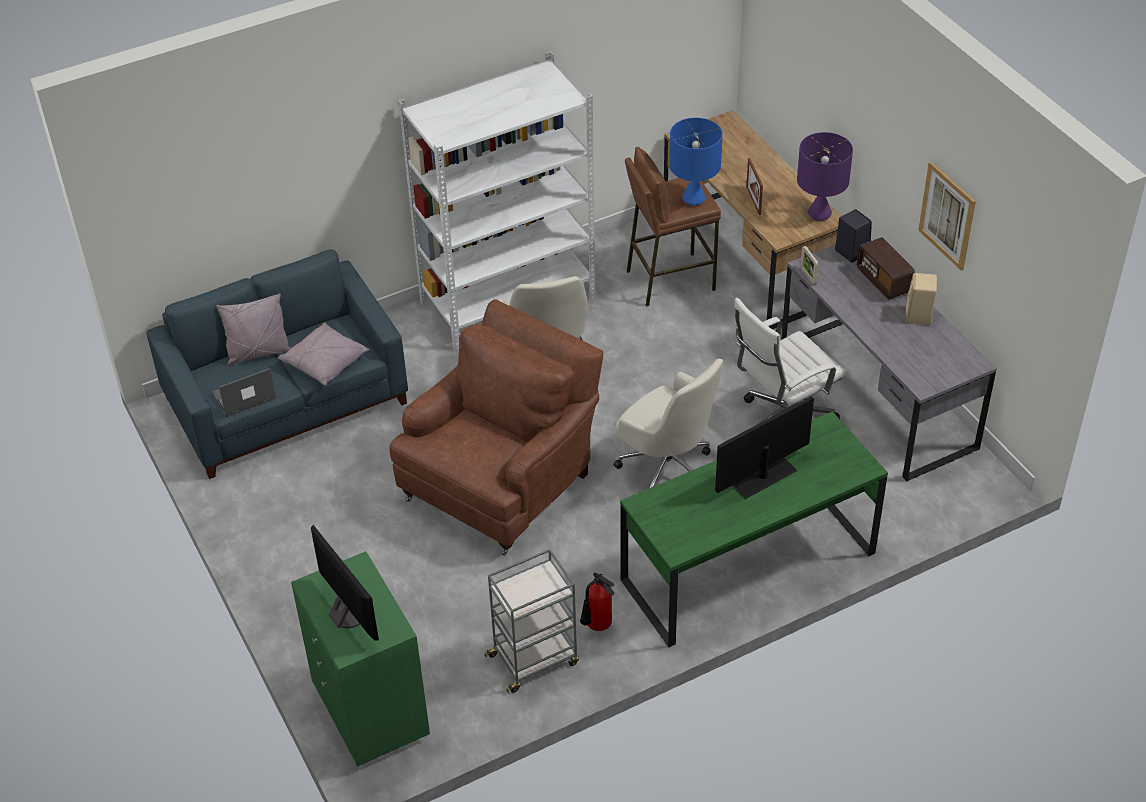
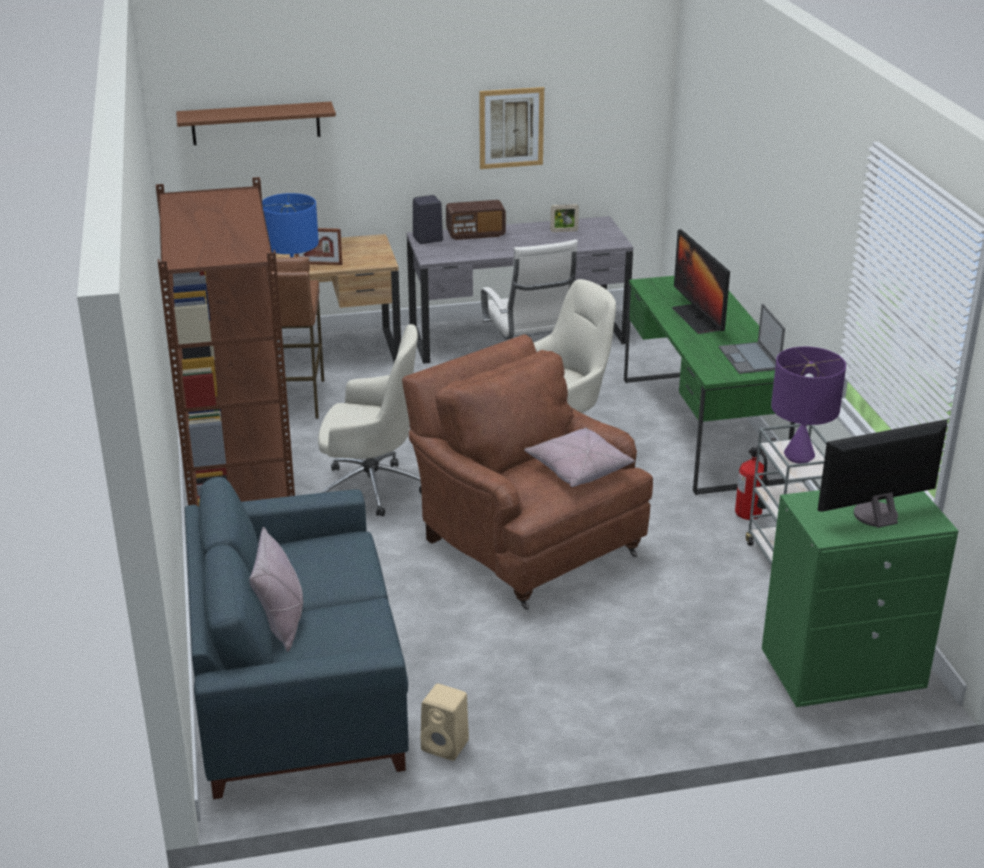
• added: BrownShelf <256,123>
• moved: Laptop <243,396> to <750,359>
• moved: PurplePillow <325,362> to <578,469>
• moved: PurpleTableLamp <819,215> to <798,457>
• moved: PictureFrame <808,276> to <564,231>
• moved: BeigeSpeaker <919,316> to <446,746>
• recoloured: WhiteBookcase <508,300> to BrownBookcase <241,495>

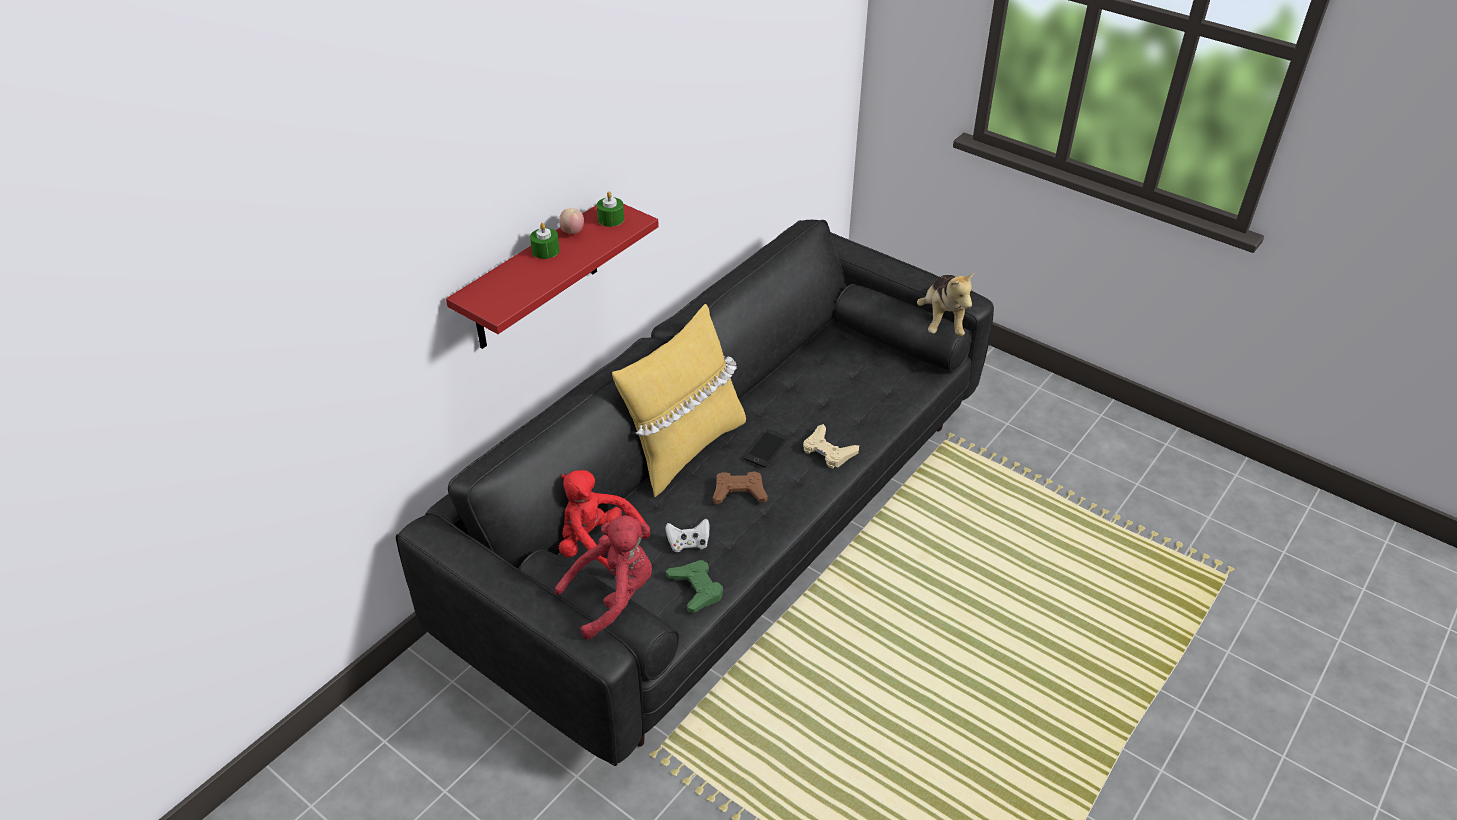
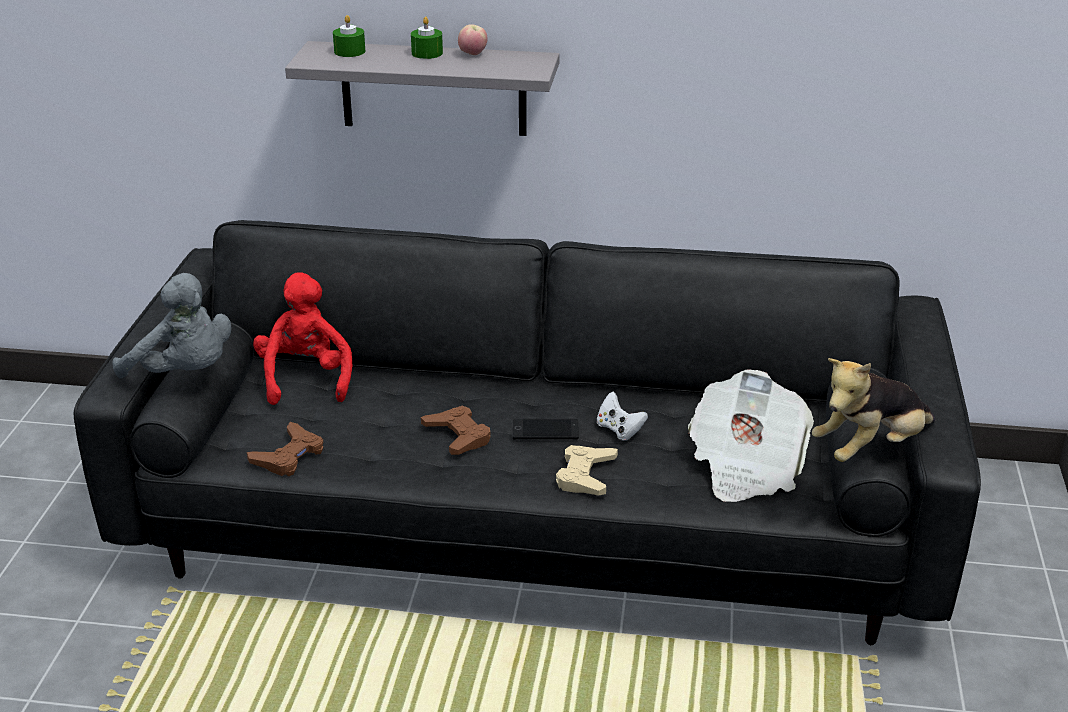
• removed: YellowPillow <684,448>
• added: Newspaper <745,465>
• moved: GreenCandle <611,219> to <349,51>
• moved: WhiteGameController <688,544> to <619,430>
• recoloured: RedShelf <536,276> to GreyShelf <433,88>
• recoloured: RedPlushToy <613,596> to GreyPlushToy <184,373>
• recoloured: GreenGameController <696,589> to BrownGameController <289,456>

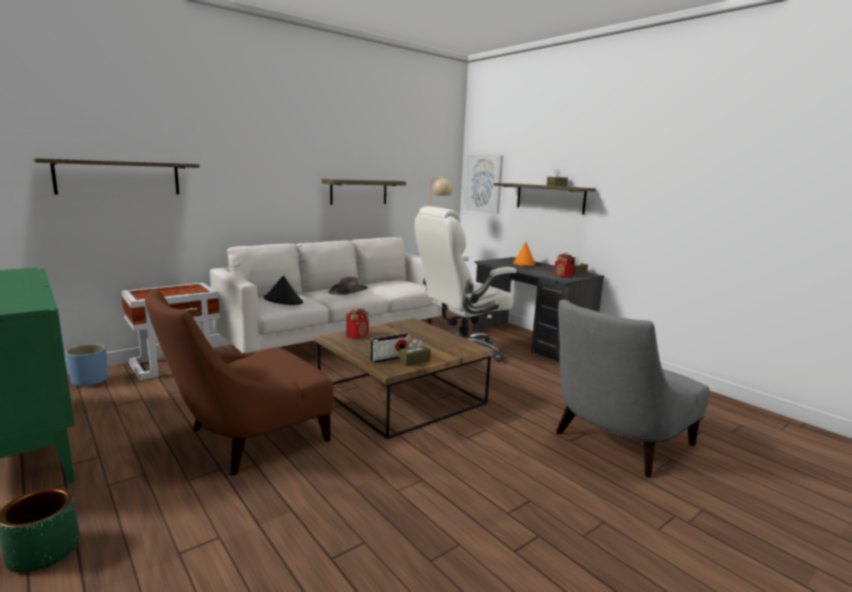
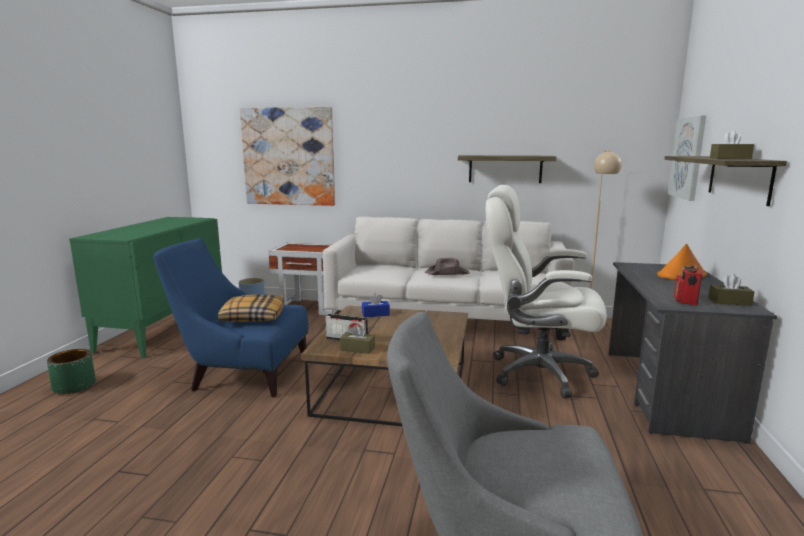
• removed: BlackHat <283,300>
• added: Pillow <252,317>
• replaced: Shelf <119,177> to Picture <288,157>
• replaced: Radio <357,336> to BlueTissueBox <375,314>
• recoloured: BrownArmchair <247,439> to BlueArmchair <241,372>

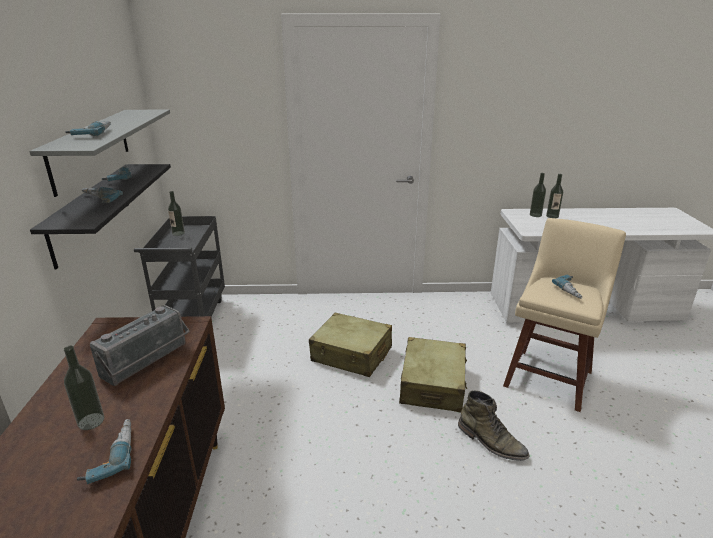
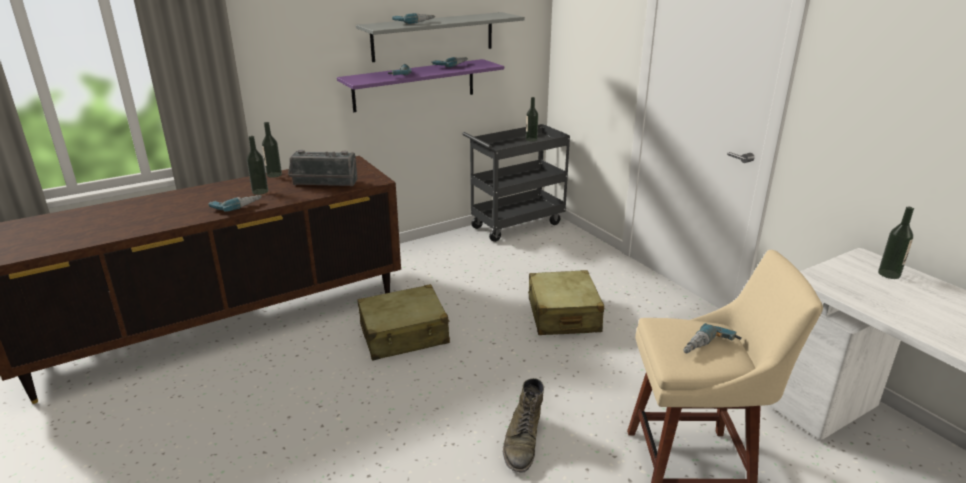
• moved: BeigeSuitcase <432,384> to <404,334>
• moved: Bottle <552,216> to <274,175>
• recoloured: BlackShelf <91,212> to PurpleShelf <414,85>

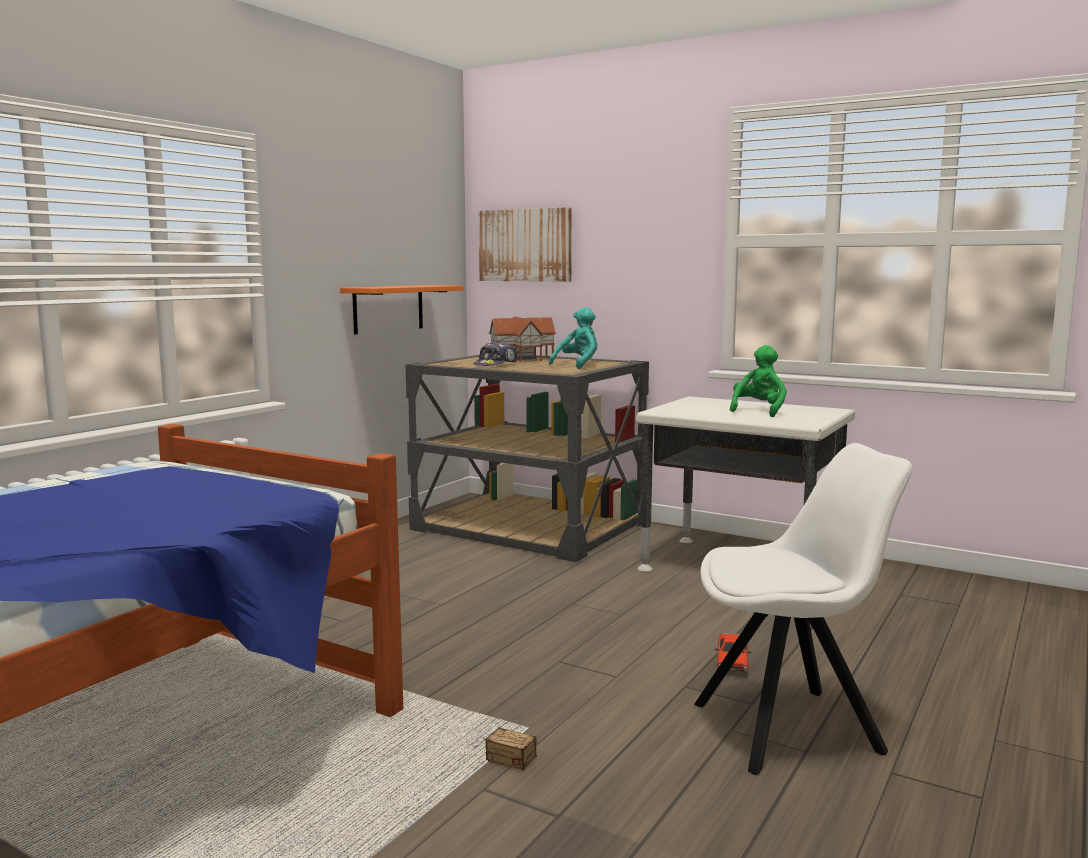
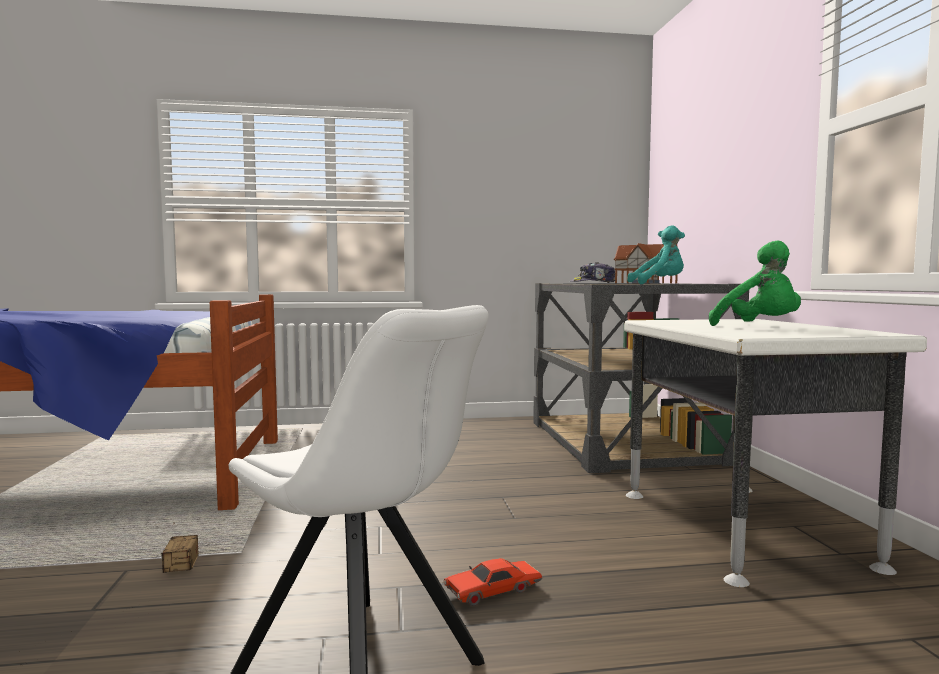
• removed: OrangeShelf <388,308>
• removed: Picture <525,245>
• turned: GreenPlushToy <758,411> = <760,327> 75 degrees clockwise

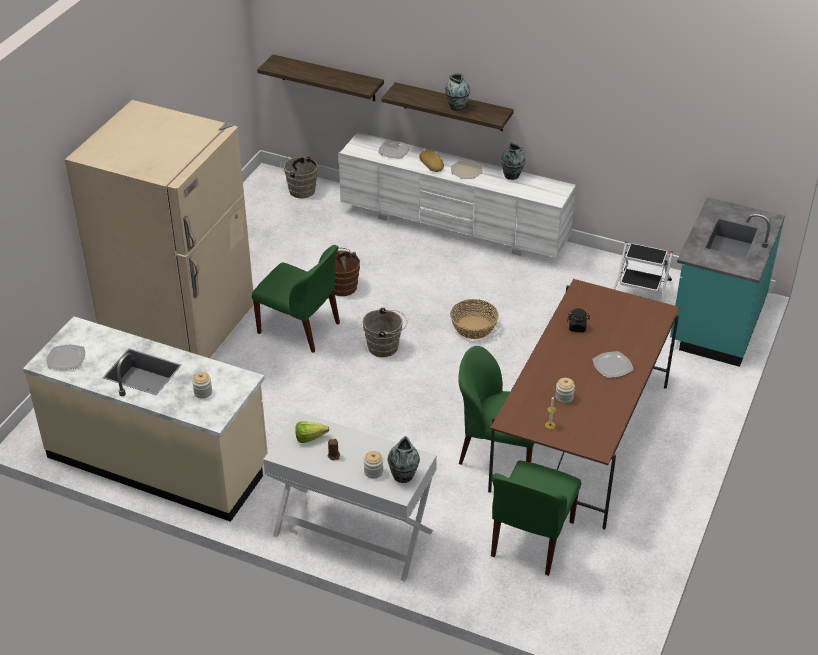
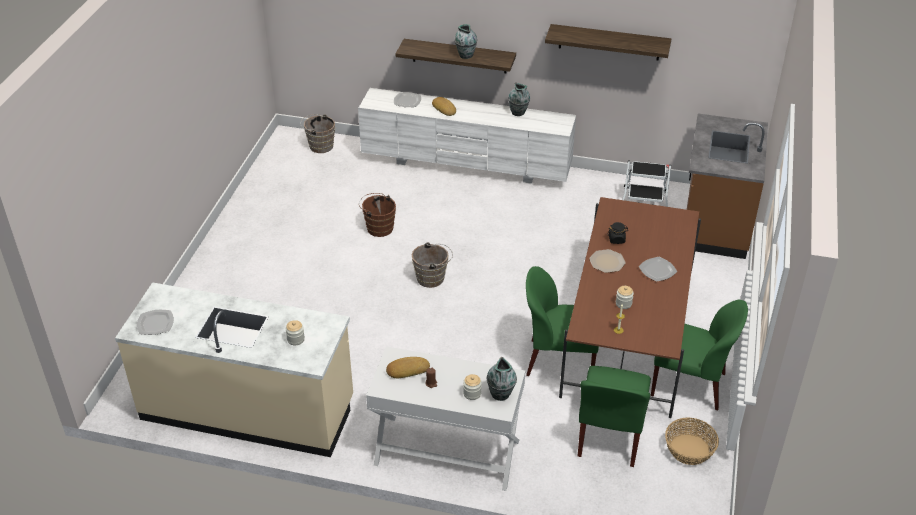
• removed: BeigeFridge <179,322>
• moved: GreenChair <300,329> to <690,385>
• moved: Shelf <327,78> to <609,42>
• moved: Basket <474,327> to <689,449>
• moved: Plate <466,170> to <607,261>
• replaced: Lettuce <313,438> to Bread <407,369>
• recoloured: TurquoiseCounter <715,323> to BrownCounter <714,223>

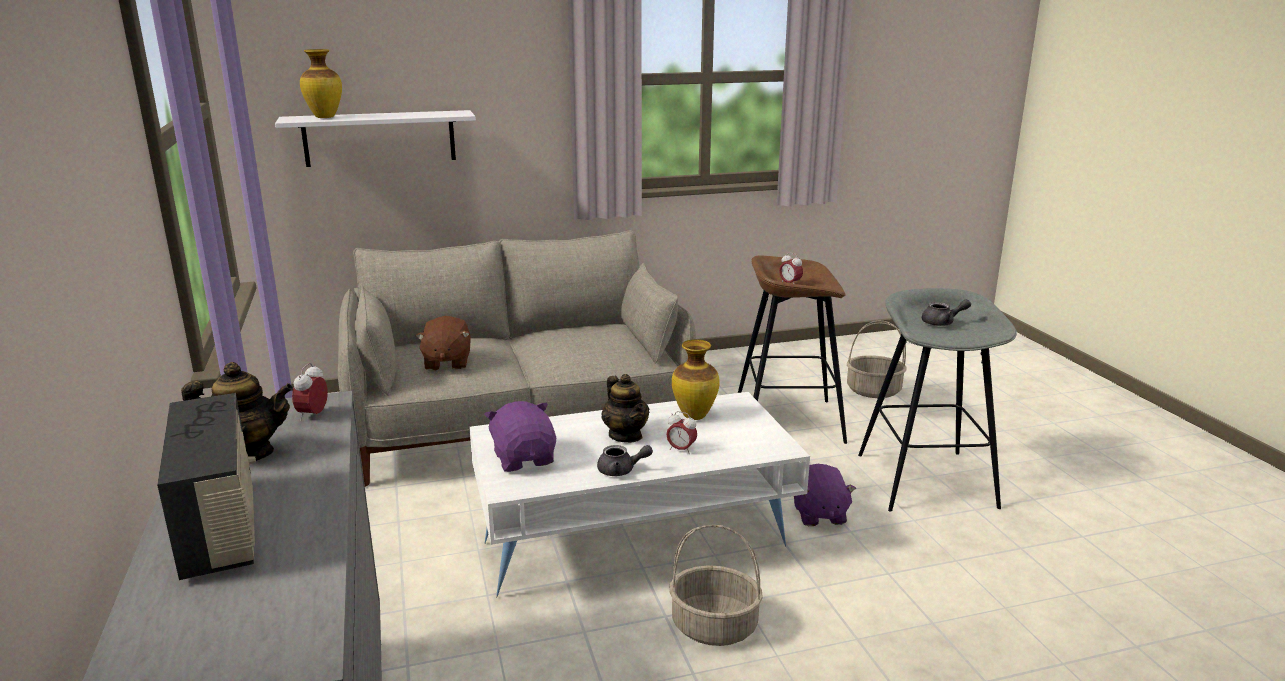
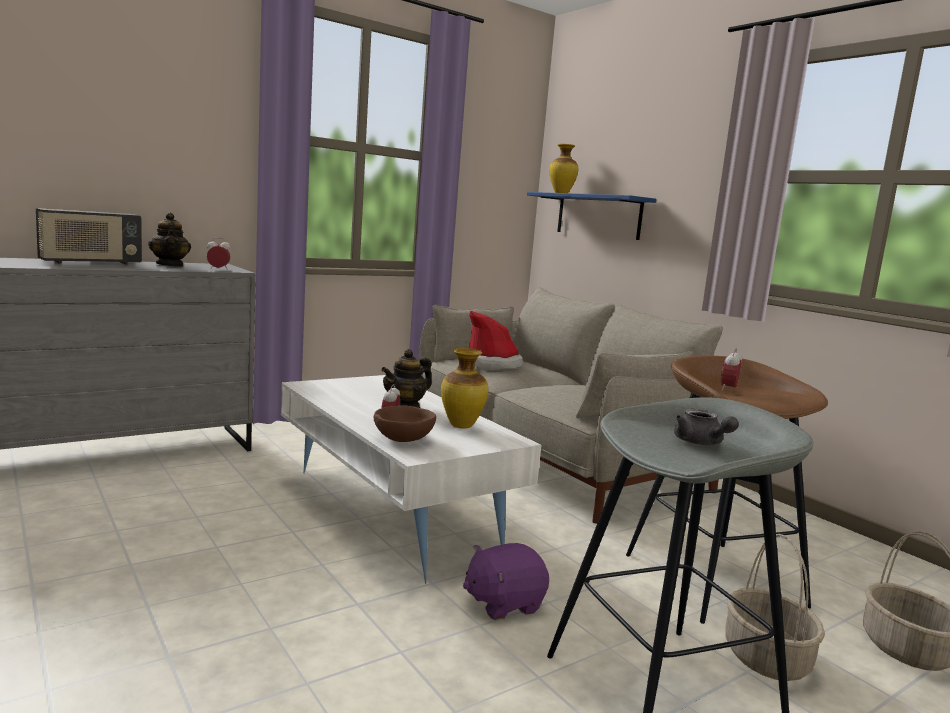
• removed: PurplePlushToy <524,459>
• removed: GreyTeapot <621,471>
• added: BrownBowl <404,439>
• moved: Basket <713,627> to <765,657>
• replaced: BrownPlushToy <446,362> to Hat <492,364>
• recoloured: WhiteShelf <379,138> to BlueShelf <598,216>

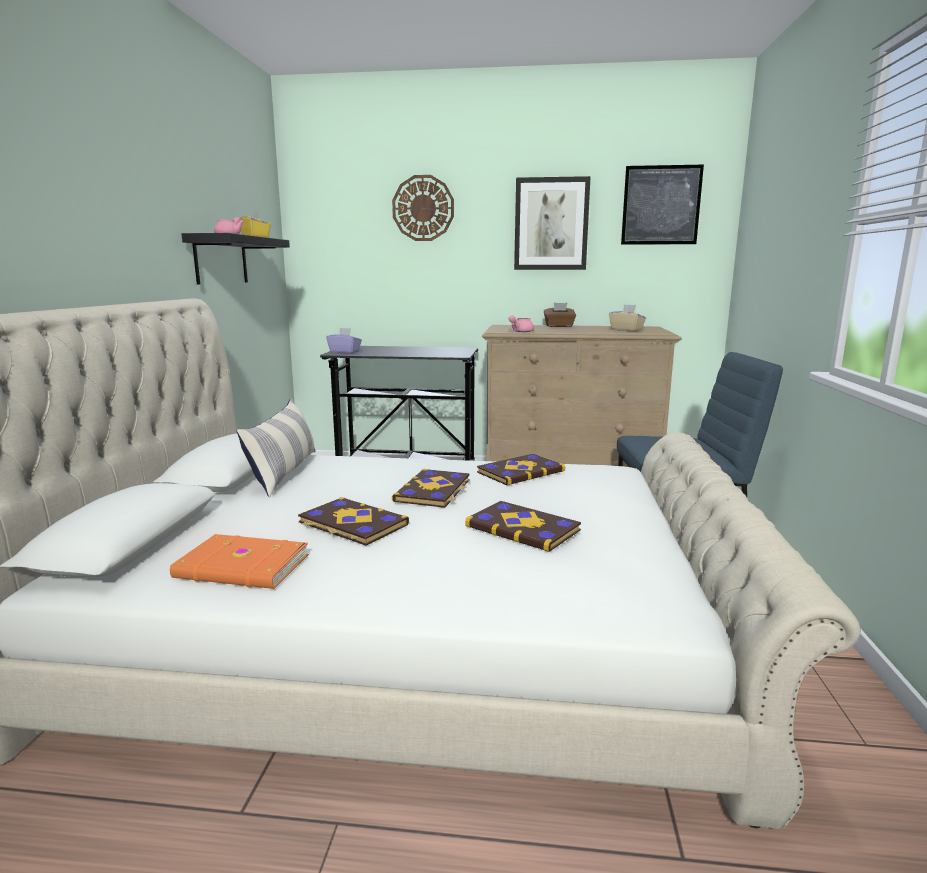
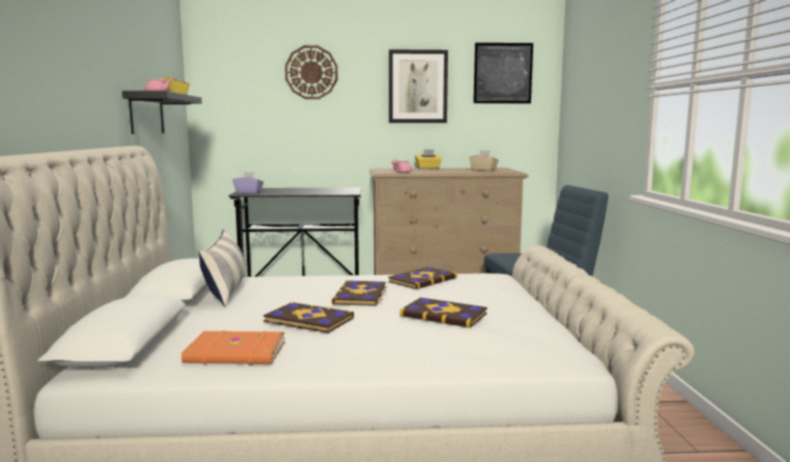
• recoloured: BrownTissueBox <559,326> to YellowTissueBox <428,168>

